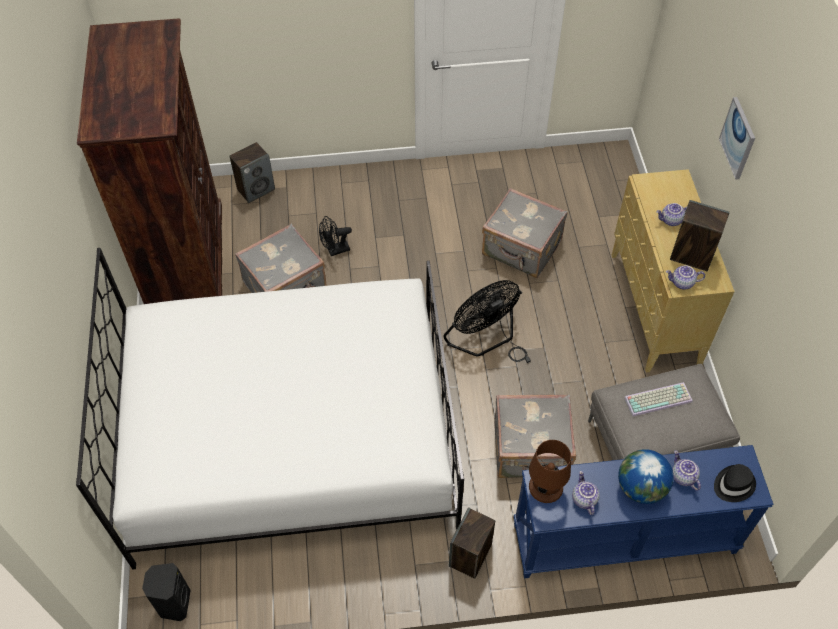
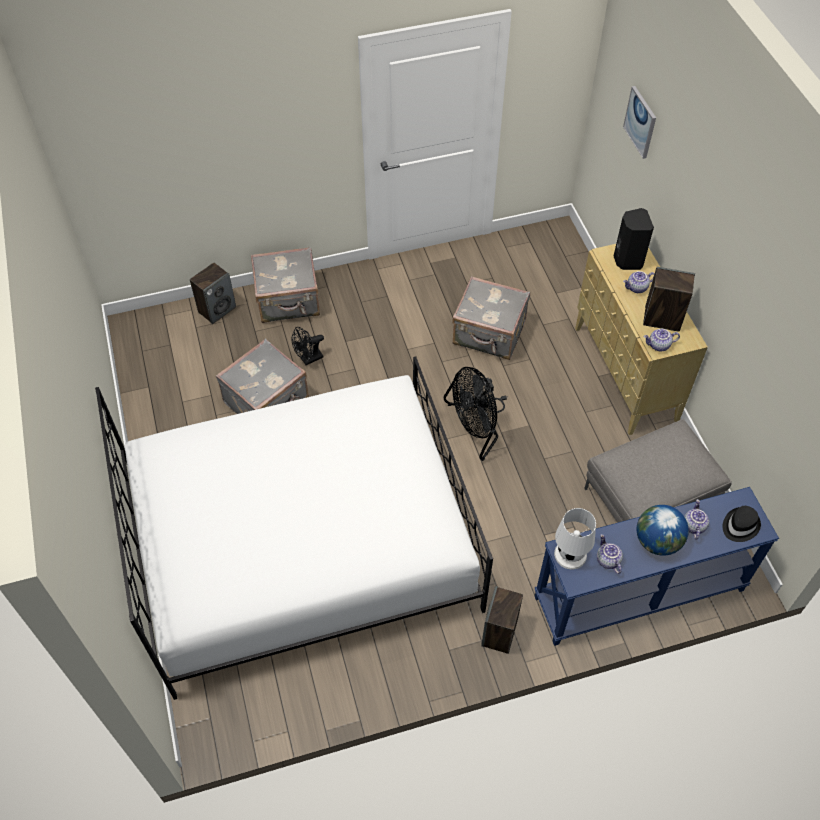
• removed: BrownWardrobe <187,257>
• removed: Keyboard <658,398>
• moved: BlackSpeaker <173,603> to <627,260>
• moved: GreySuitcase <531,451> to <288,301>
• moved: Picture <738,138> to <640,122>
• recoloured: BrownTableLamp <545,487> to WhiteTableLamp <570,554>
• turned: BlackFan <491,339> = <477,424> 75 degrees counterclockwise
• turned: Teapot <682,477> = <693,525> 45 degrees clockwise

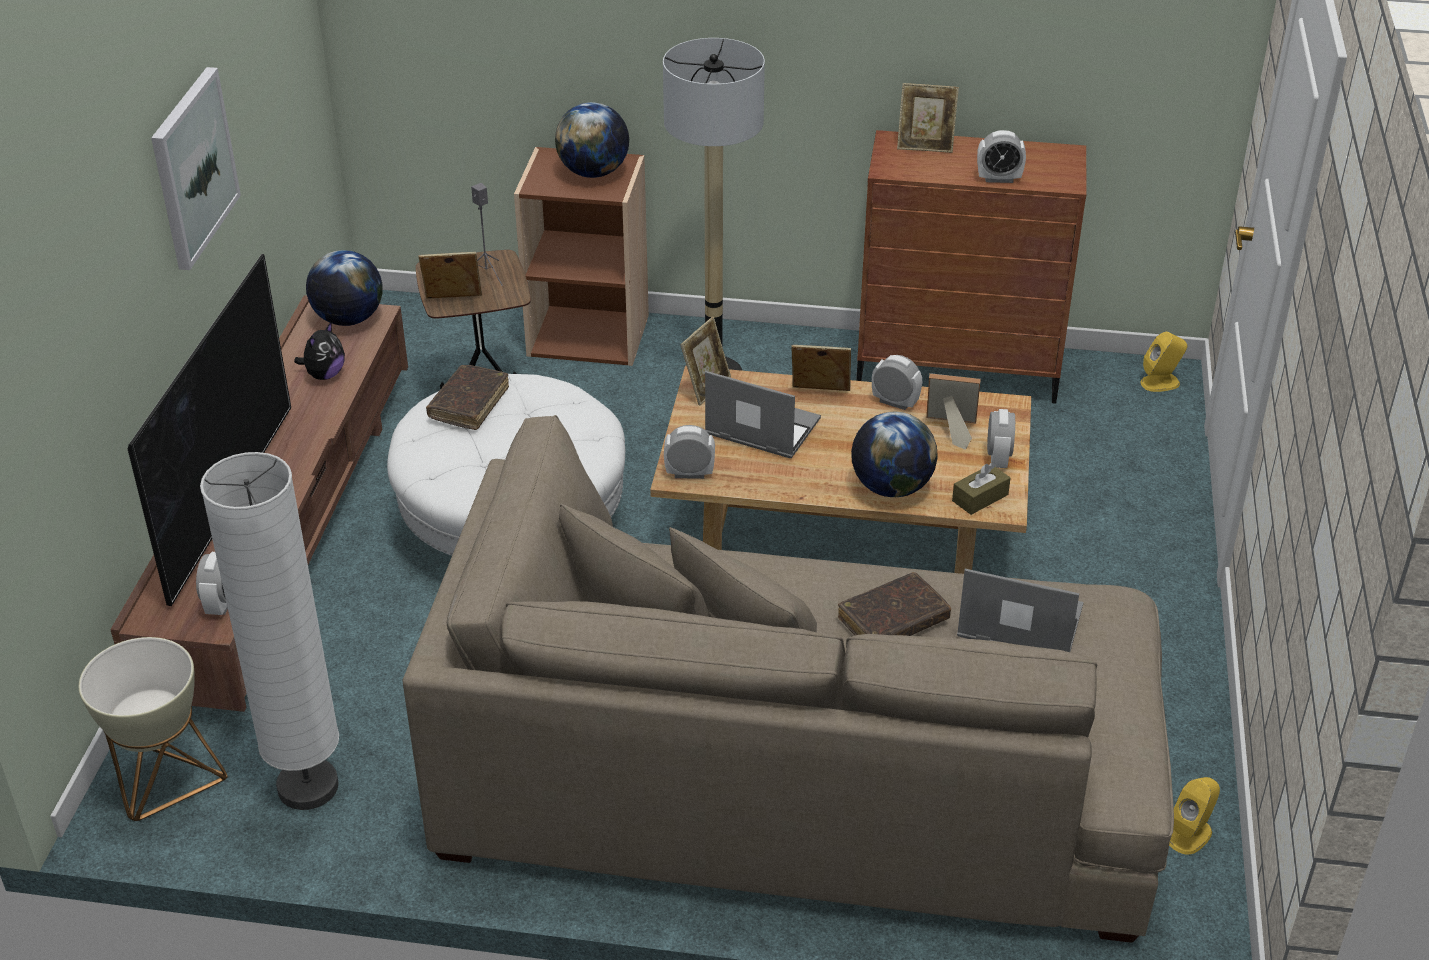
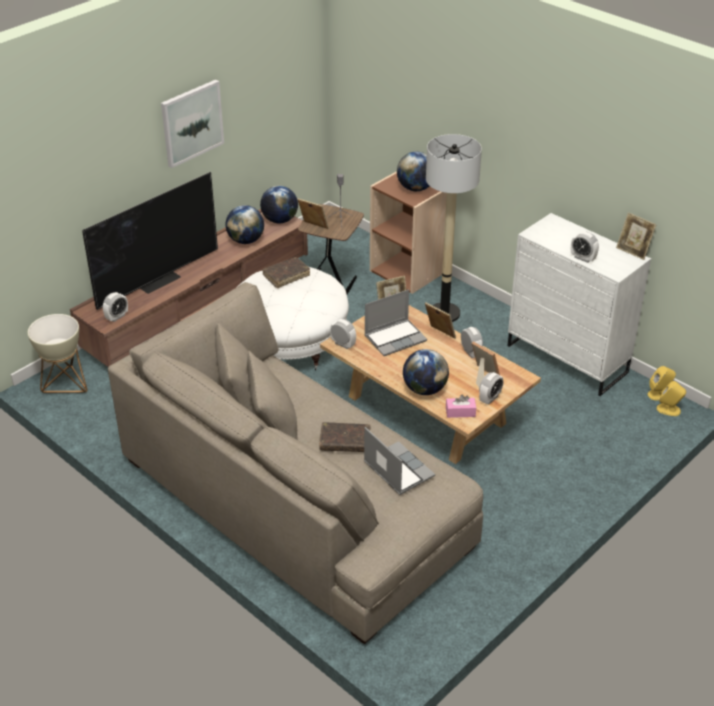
• removed: WhiteFloorLamp <307,787>
• moved: PictureFrame <925,146> to <633,251>
• moved: YellowSpeaker <1189,835> to <659,394>
• replaced: PlushToy <324,375> to Globe <246,240>
• recoloured: BrownDresser <958,368> to WhiteDresser <568,358>
• recoloured: BrownTissueBox <980,498> to PinkTissueBox <460,412>
• turned: Laptop <760,428> = <395,338> 90 degrees clockwise

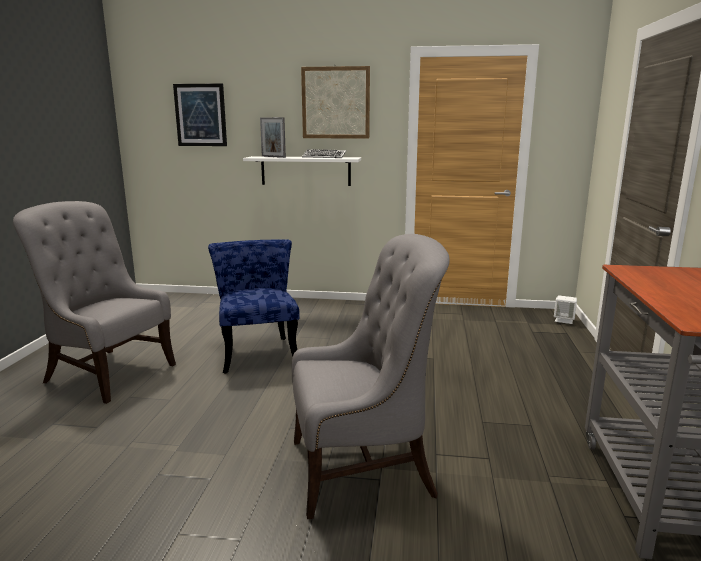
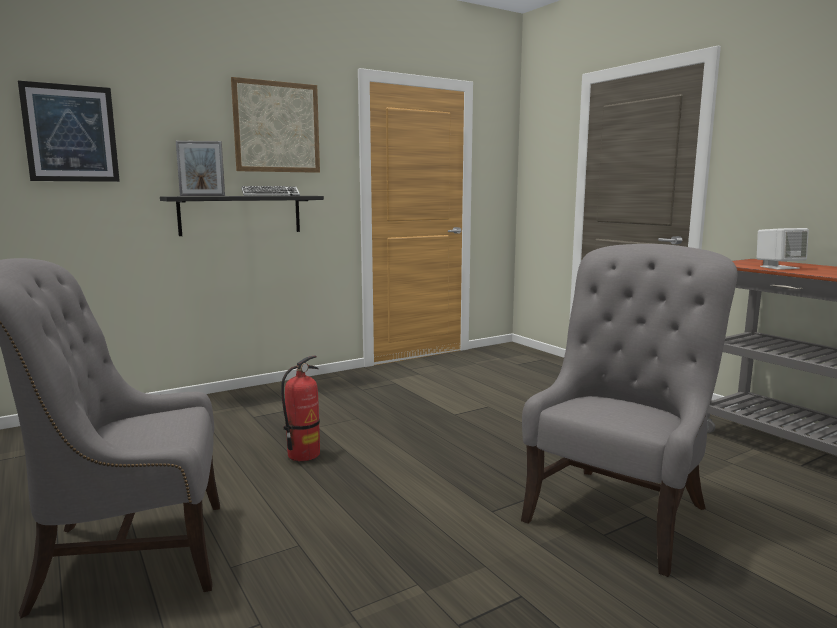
• moved: WhiteSpeaker <564,320> to <778,267>
• replaced: BlueChair <258,351> to FireExtinguisher <303,455>
• recoloured: WhiteShelf <305,171> to BlackShelf <241,215>

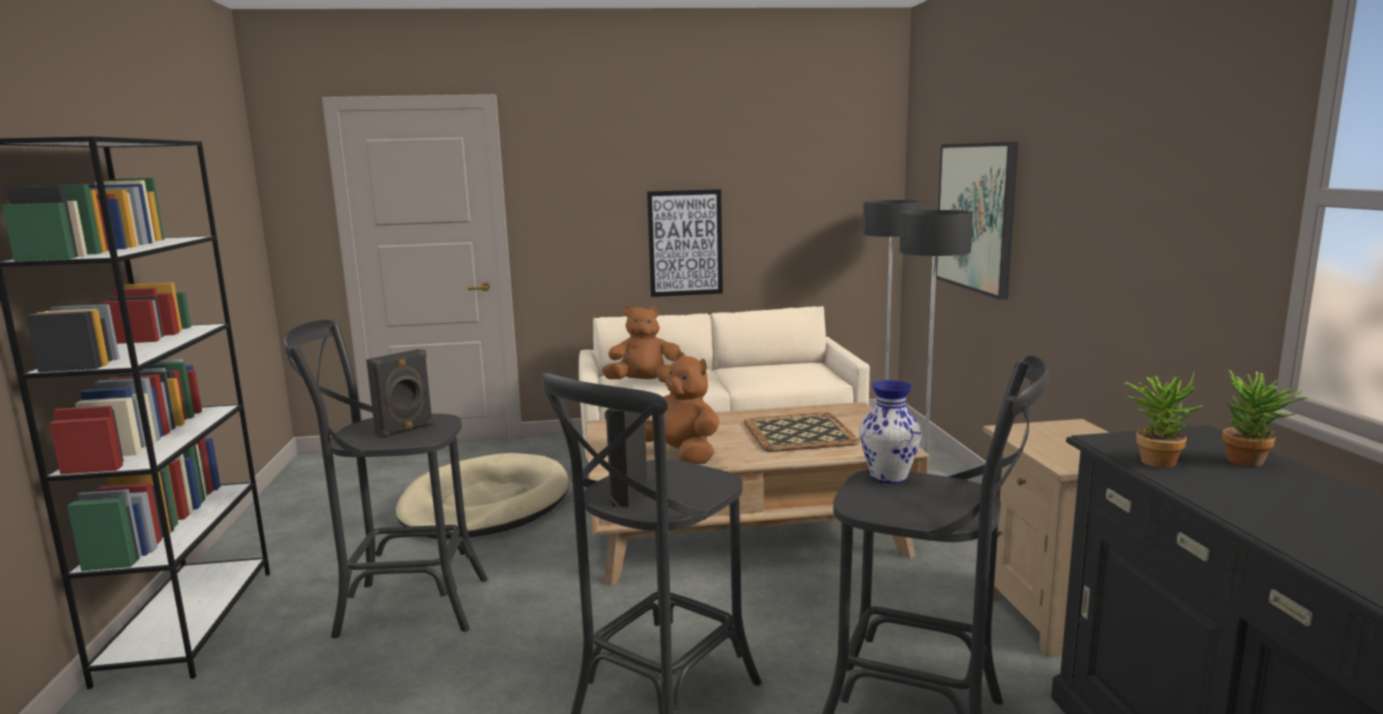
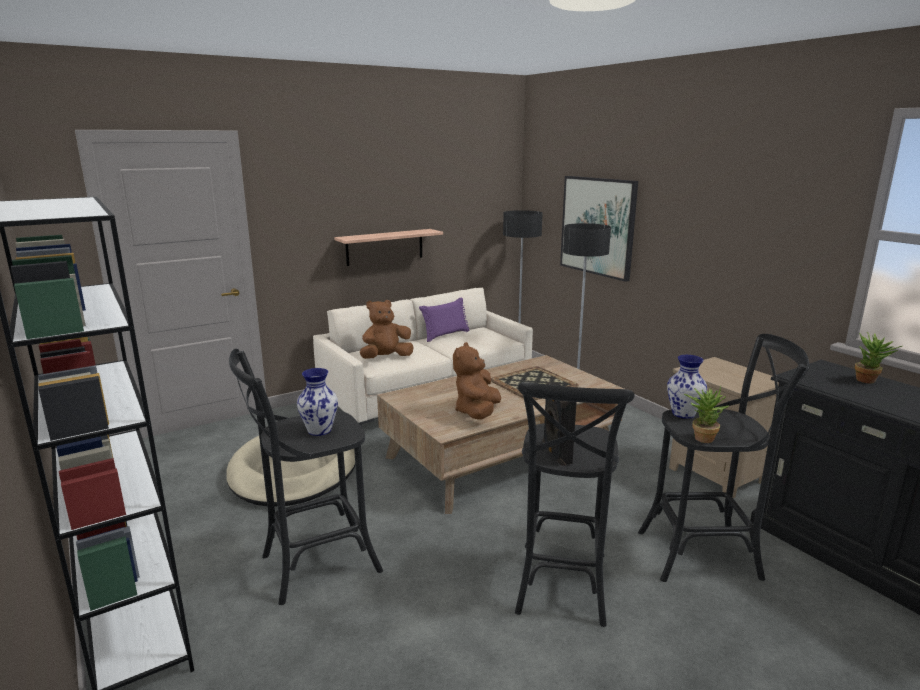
• added: PurplePillow <445,335>
• moved: PottedPlant <1155,460> to <701,437>
• replaced: BlackSpeaker <405,430> to Vase <319,430>
• replaced: Picture <685,243> to Shelf <385,247>
• turned: BrownPlushToy <678,455> = <477,412> 90 degrees counterclockwise

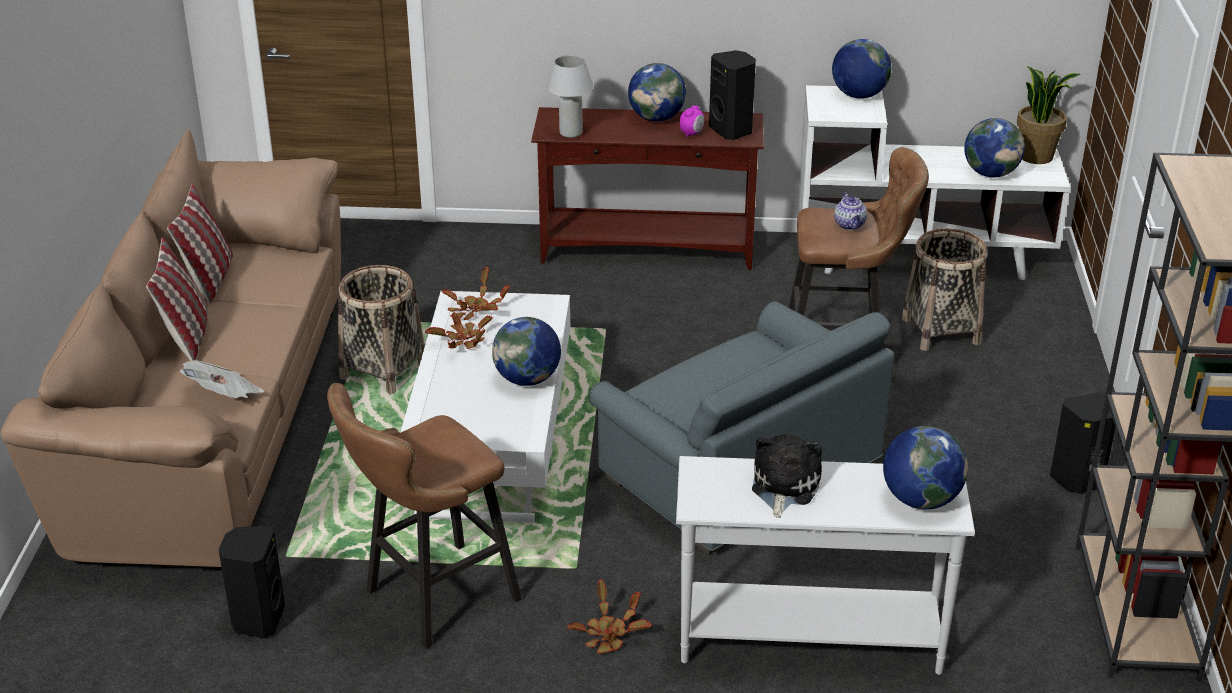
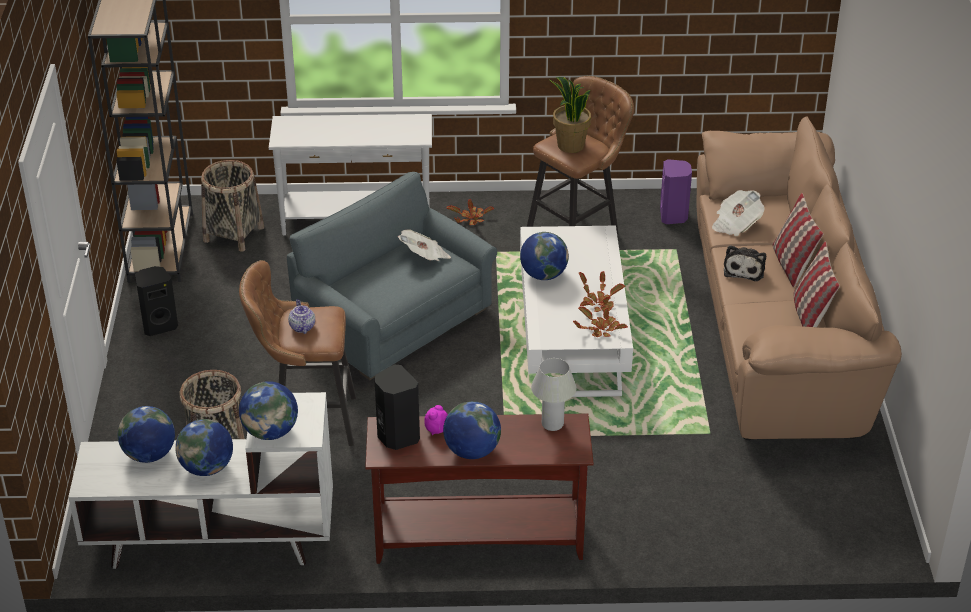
• added: Newspaper <425,257>
• moved: Basket <383,370> to <234,234>
• moved: PlushToy <783,487> to <744,269>
• moved: Globe <920,499> to <207,468>
• moved: PottedPlant <1036,156> to <570,146>
• recoloured: BlackSpeaker <257,620> to PurpleSpeaker <673,216>

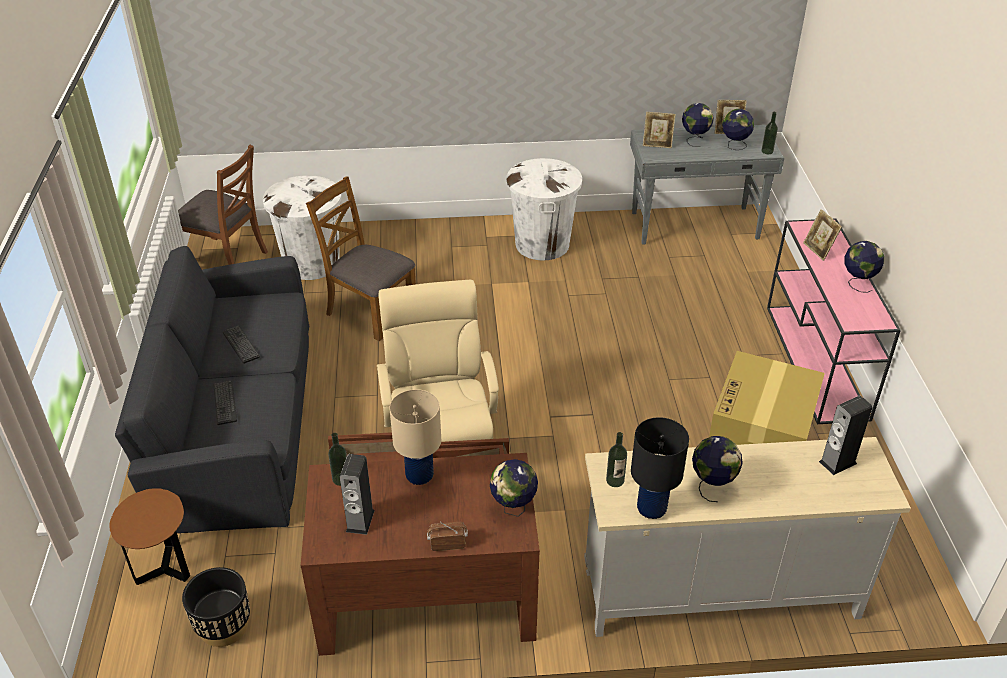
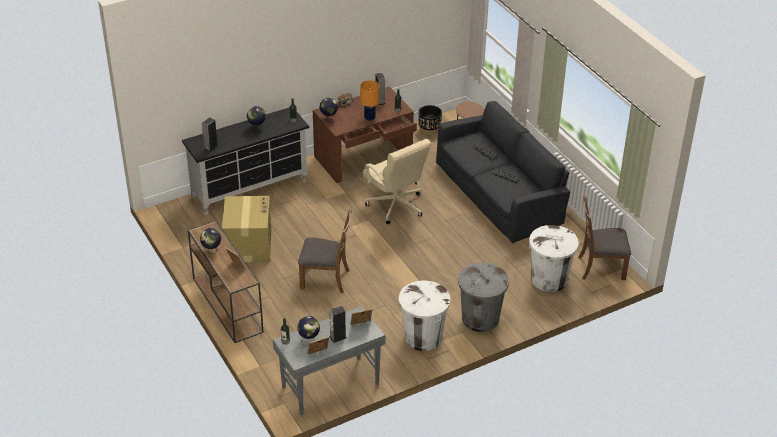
• removed: BlackTableLamp <651,510>
• added: GreyTrashCan <480,319>
• moved: BrownChair <370,311> to <325,279>
• replaced: Globe <694,140> to Speaker <338,337>
• recoloured: BeigeTableLamp <419,477> to OrangeTableLamp <370,118>
• recoloured: BeigeDresser <717,591> to BlackDresser <250,189>
• recoloured: PinkConsoleTable <817,362> to BrownConsoleTable <227,304>

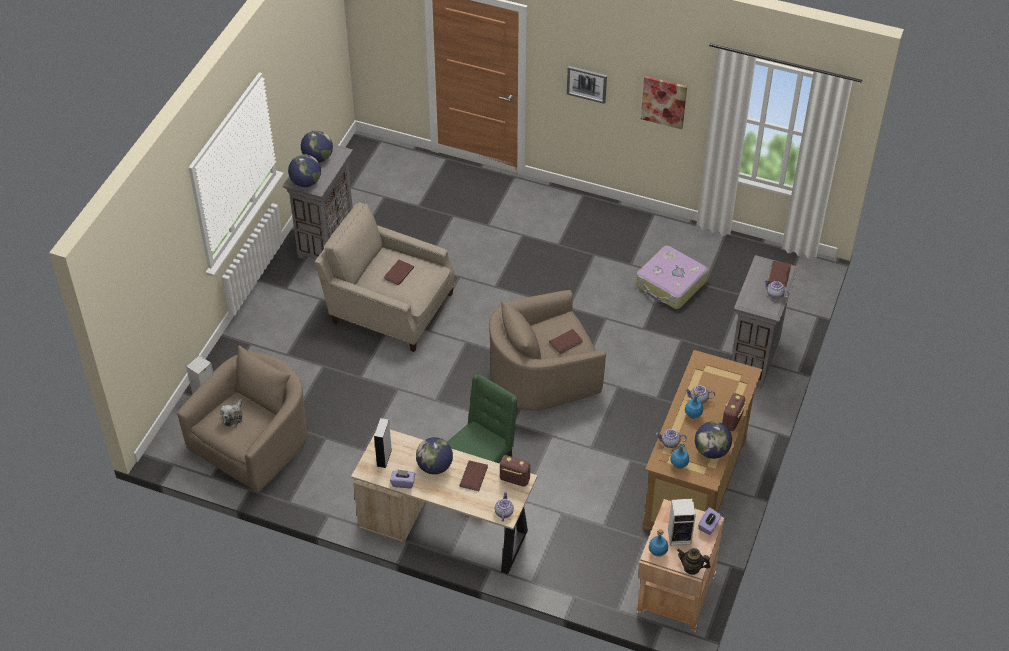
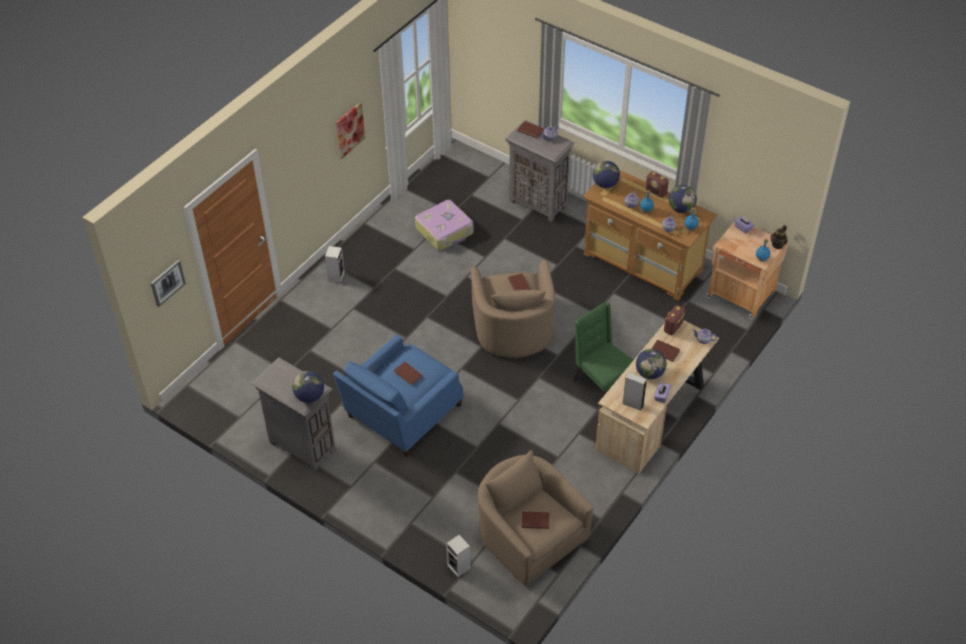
• moved: Globe <318,158> to <605,184>
• moved: Picture <587,84> to <167,282>
• moved: Speaker <680,536> to <336,276>
• replaced: PlushToy <233,416> to BrownBook <535,520>
• recoloured: BeigeArmchair <389,306> to BlueArmchair <402,413>

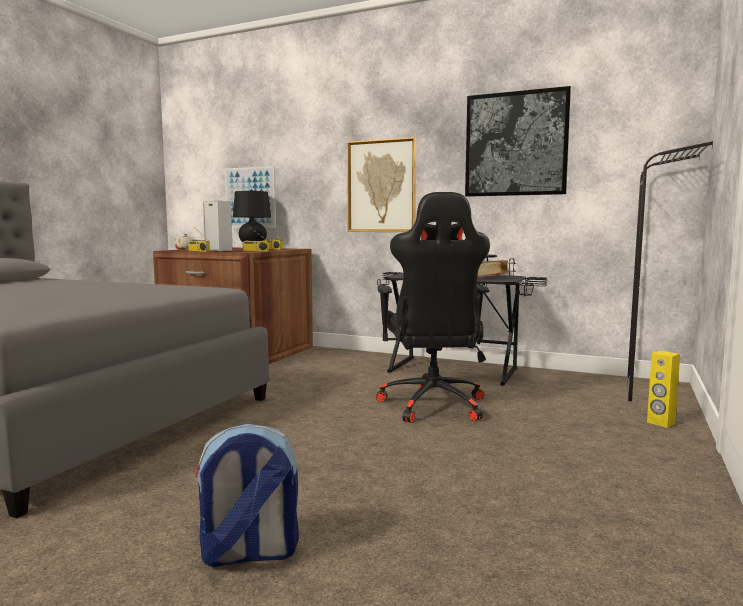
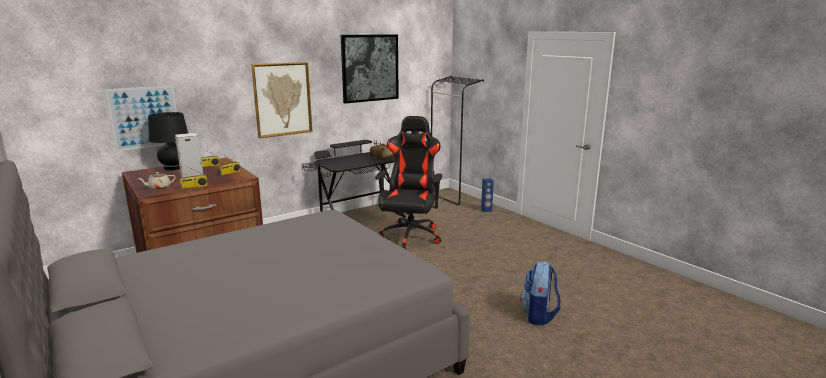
• recoloured: YellowSpeaker <661,423> to BlueSpeaker <486,210>
• turned: BlackOfficeChair <431,402> = <409,239> 105 degrees counterclockwise

